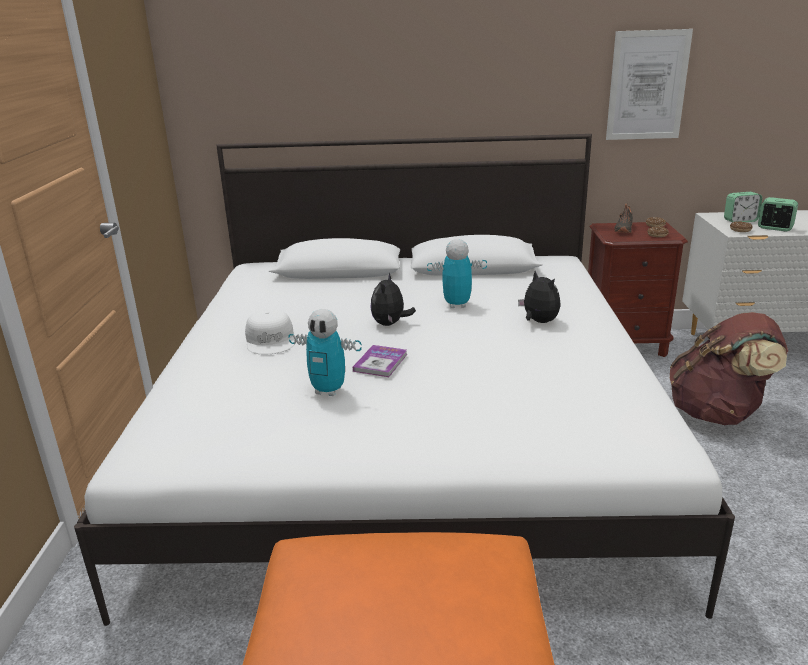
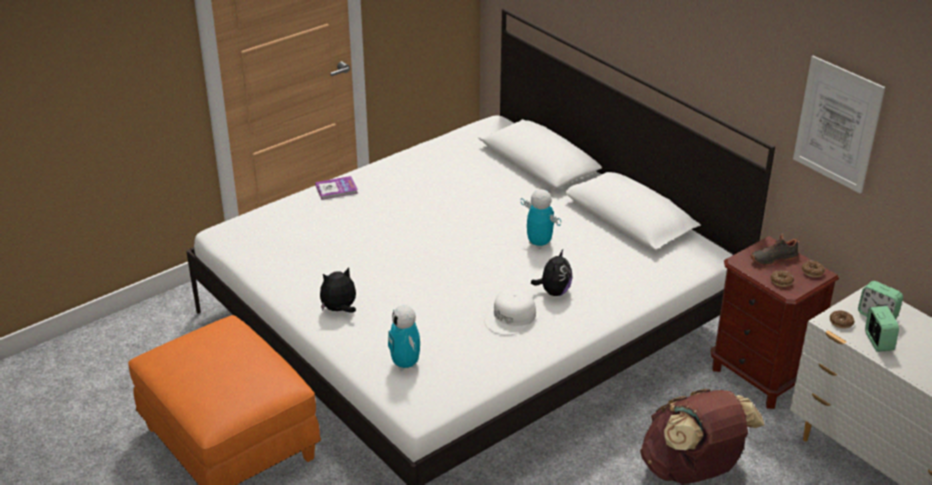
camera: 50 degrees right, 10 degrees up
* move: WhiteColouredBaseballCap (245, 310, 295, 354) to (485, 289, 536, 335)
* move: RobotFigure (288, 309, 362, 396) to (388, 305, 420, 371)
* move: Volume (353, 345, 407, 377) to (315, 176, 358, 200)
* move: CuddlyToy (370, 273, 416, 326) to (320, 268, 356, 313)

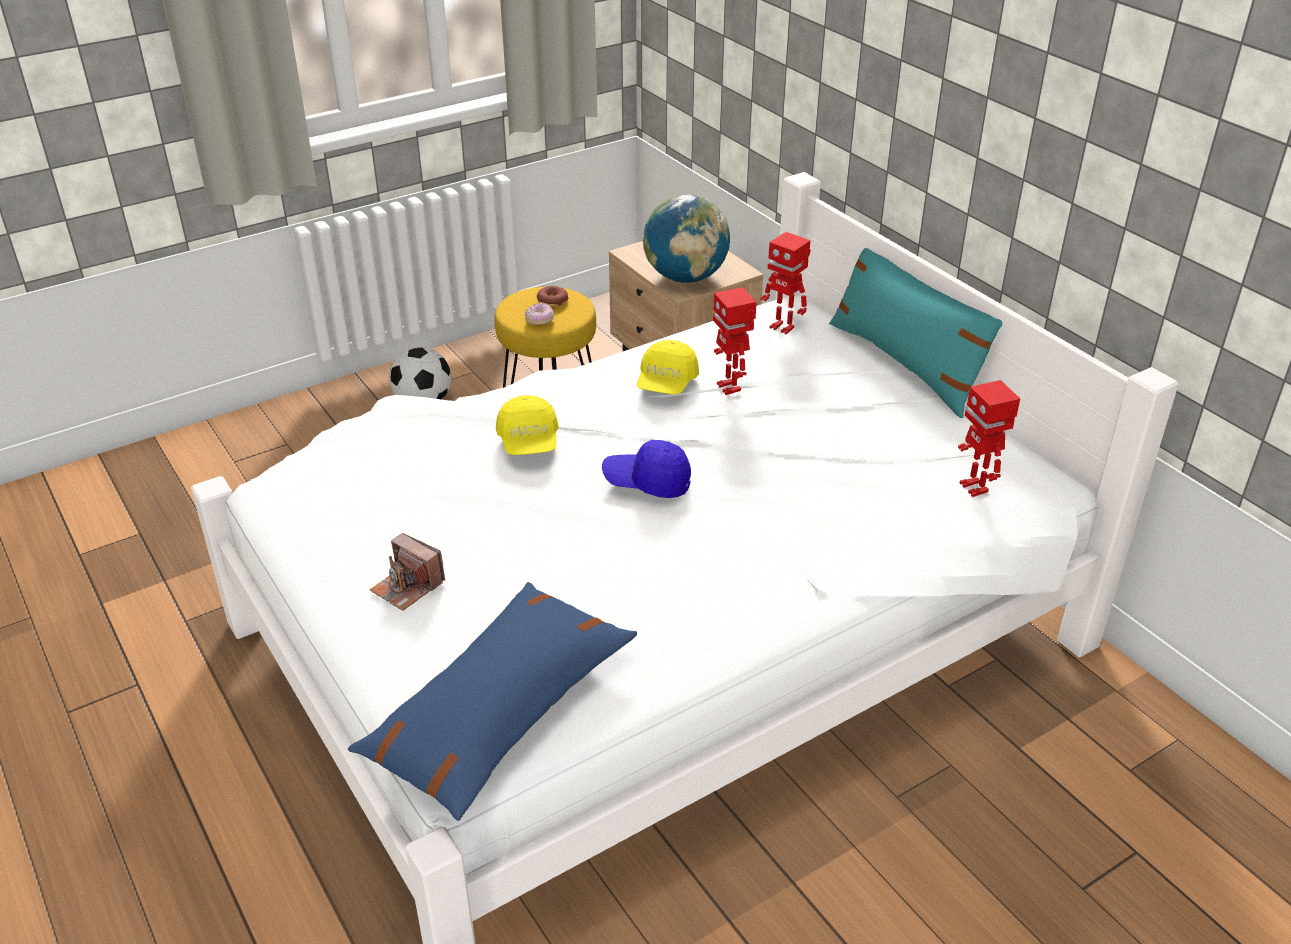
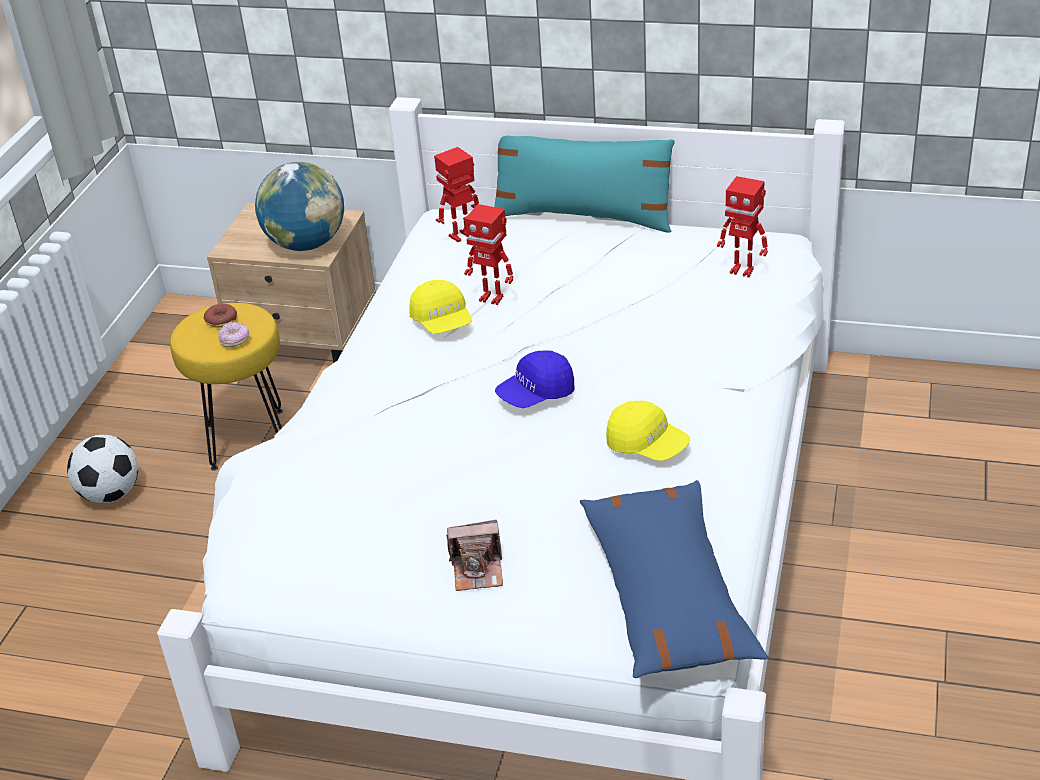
camera: 40 degrees left, 0 degrees up
* move: YellowishBaseballCap (496, 395, 559, 455) to (606, 401, 690, 461)
* rotate: RobotFigure (761, 232, 811, 335) = (434, 147, 479, 242) 150 degrees clockwise

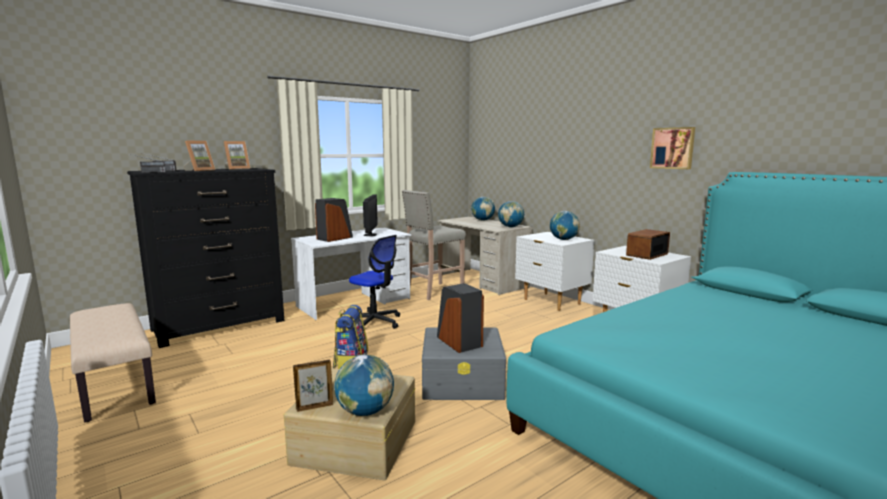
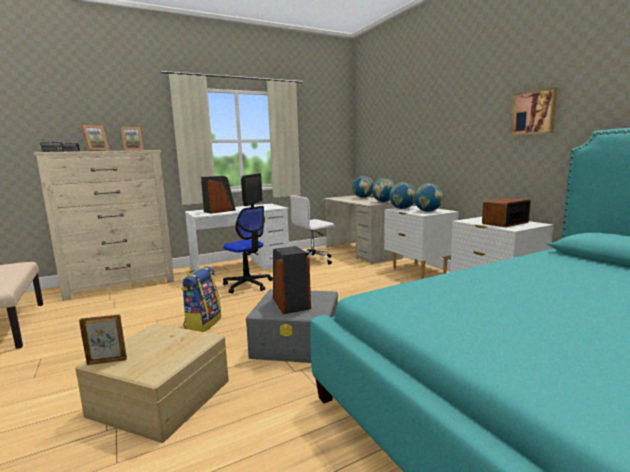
camera: 10 degrees right, 0 degrees up
* recolor: BlackishDresser (127, 168, 284, 348) to SandColouredDresser (34, 150, 174, 301)
* move: Globe (334, 355, 394, 416) to (389, 182, 416, 209)
* replace: SandColouredStool (402, 190, 466, 300) to WhiteColouredDeskChair (290, 195, 335, 265)

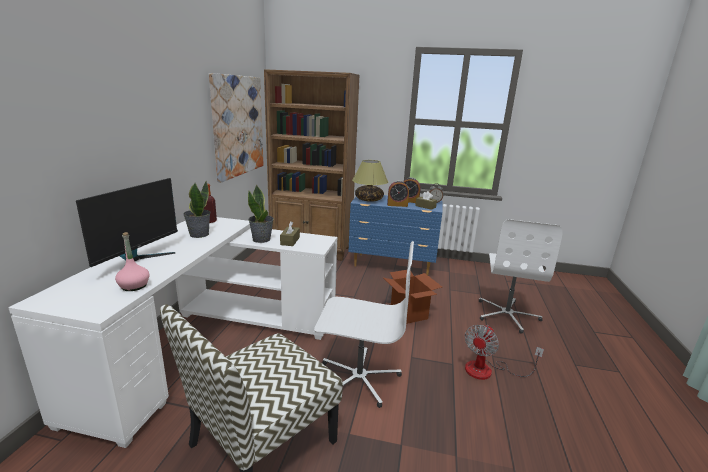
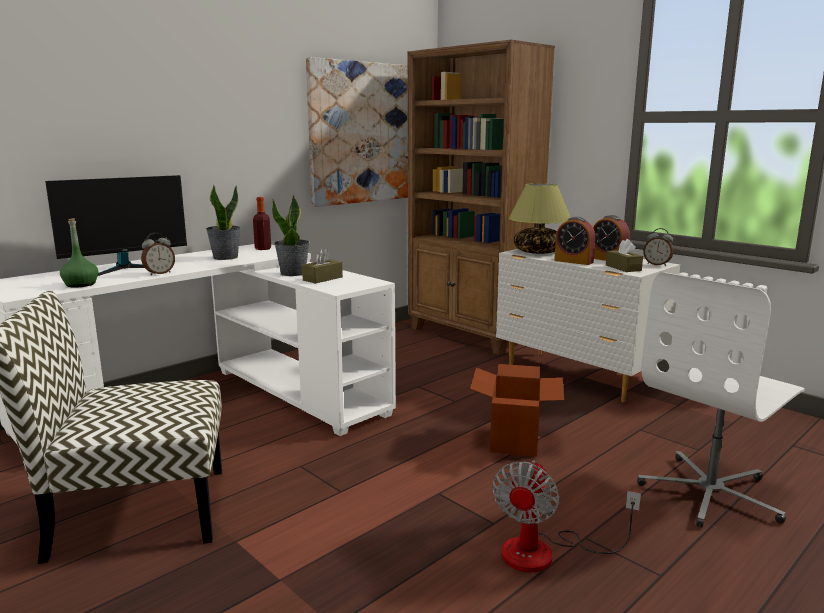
camera: 35 degrees right, 5 degrees down
* recolor: PinkishDrinkBottle (115, 232, 150, 291) to GreenDrinkBottle (60, 218, 98, 288)
* delete: WhiteColouredDeskChair (314, 241, 414, 408)
* recolor: BluishDresser (348, 195, 442, 275) to WhiteColouredDresser (496, 249, 680, 402)
* rotate: Fan (465, 325, 544, 380) = (492, 460, 641, 572) 45 degrees counterclockwise
* insert: TableClock (141, 233, 175, 275)

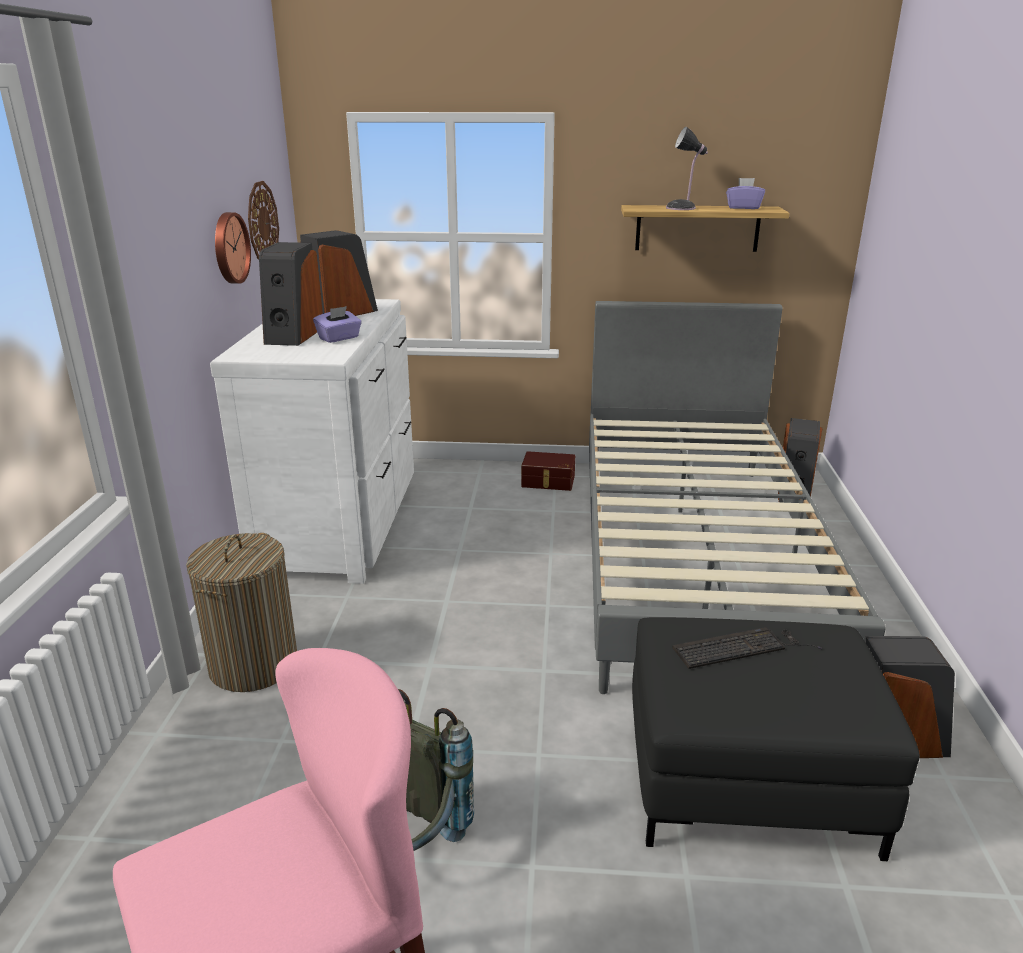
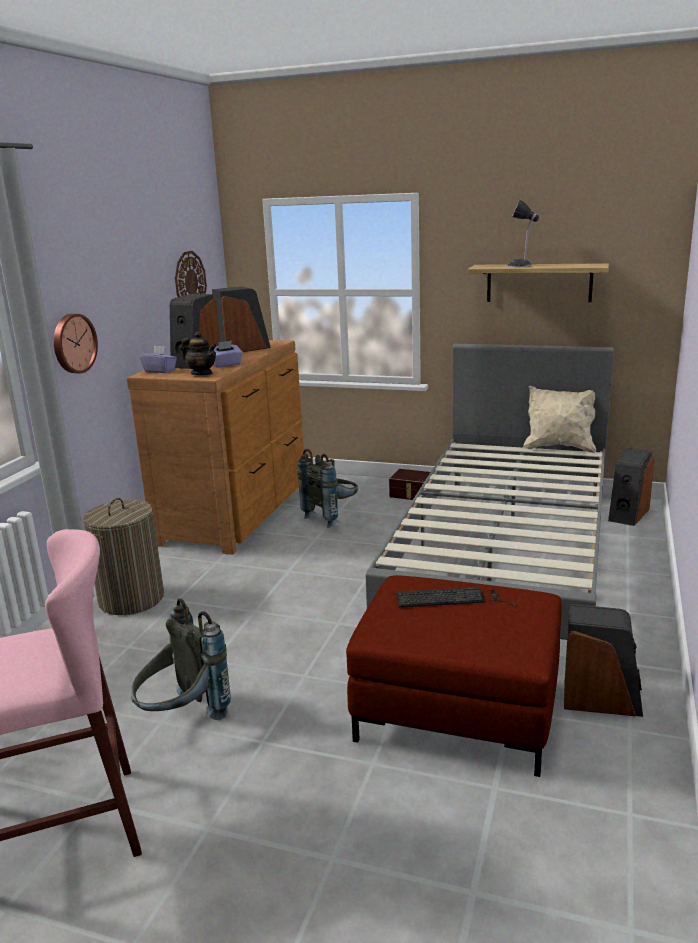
camera: 15 degrees right, 5 degrees down
* recolor: WhiteColouredDresser (210, 299, 414, 584) to BrownColouredDresser (127, 340, 304, 555)
* move: WallClock (215, 212, 251, 284) to (54, 314, 98, 373)
* recolor: BlackishFootrest (632, 617, 920, 861) to ReddishFootrest (346, 575, 562, 777)
* move: PurpleTissueHolder (726, 178, 765, 209) to (140, 345, 177, 373)
* insert: TeaPot (182, 331, 217, 375)
* insert: GrayRucksack (297, 449, 358, 528)
* insert: SandColouredThrowPillow (523, 386, 596, 453)

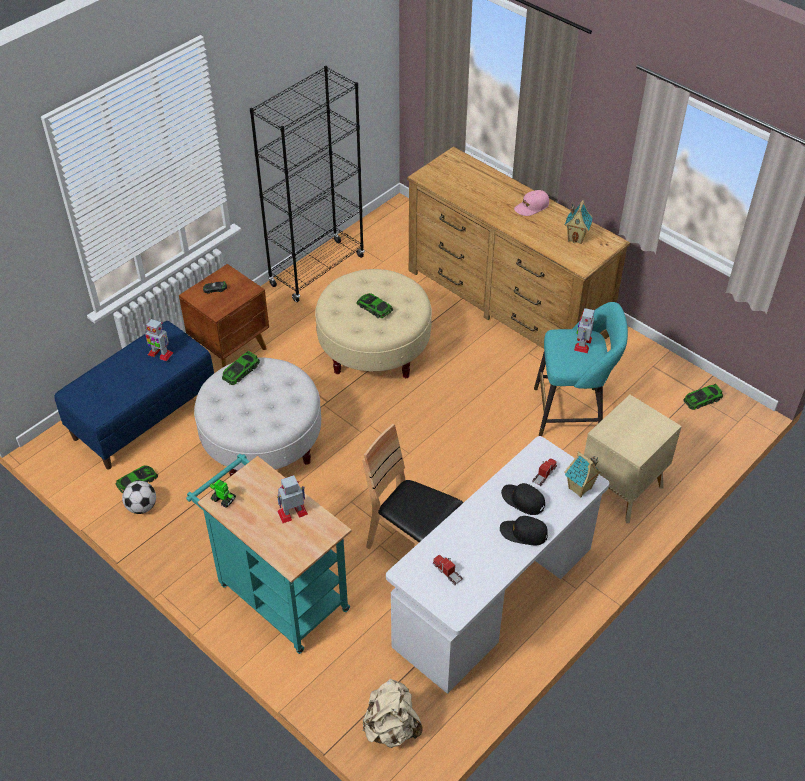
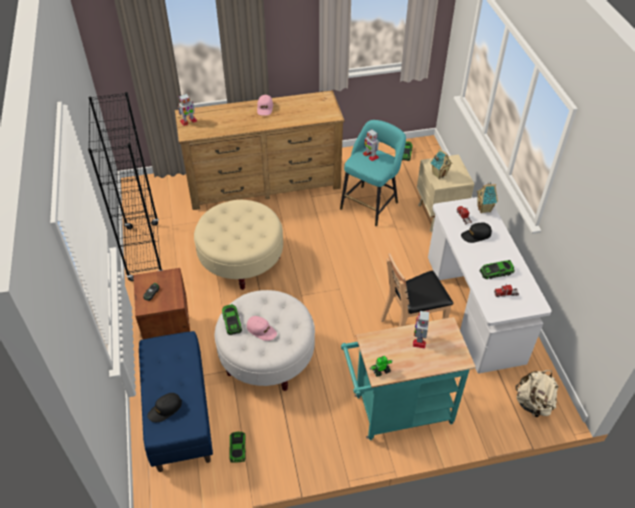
camera: 55 degrees left, 0 degrees up
* delete: Football (122, 481, 156, 514)
* move: RobotFigure (145, 319, 174, 361) to (178, 93, 197, 126)
* move: ToyCar (357, 293, 393, 318) to (480, 260, 515, 279)
* move: BlackishBaseballCap (500, 516, 548, 545) to (147, 393, 182, 422)
* move: ModelHouse (565, 200, 593, 244) to (430, 148, 453, 179)
* insert: PinkishBaseballCap (247, 316, 277, 341)

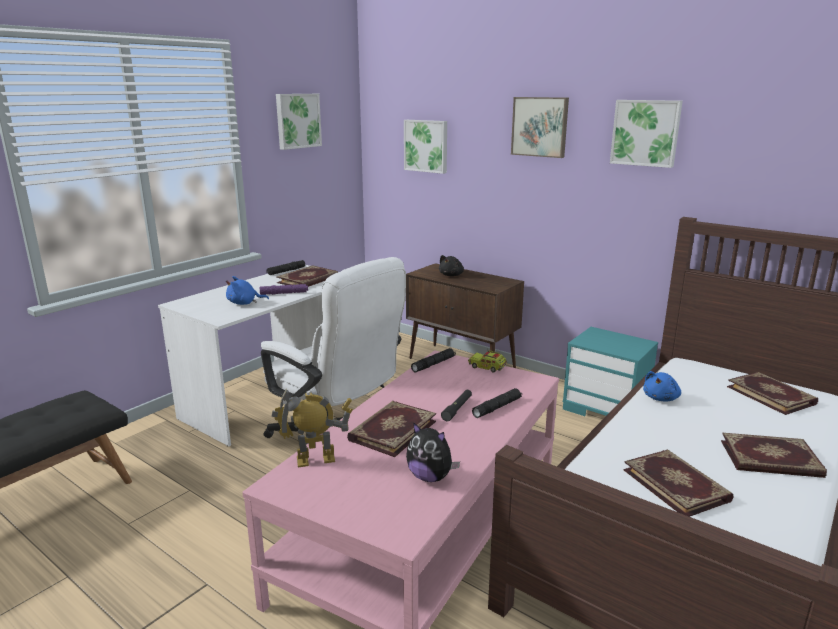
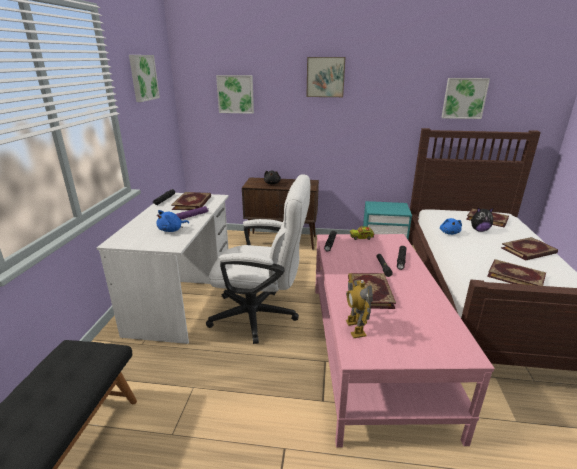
camera: 30 degrees left, 5 degrees up
* rotate: RobotFigure (272, 389, 353, 467) = (346, 273, 373, 338) 60 degrees counterclockwise
* move: CuddlyToy (406, 422, 460, 482) to (471, 208, 493, 232)
* move: Picture (610, 100, 683, 168) to (441, 78, 490, 119)

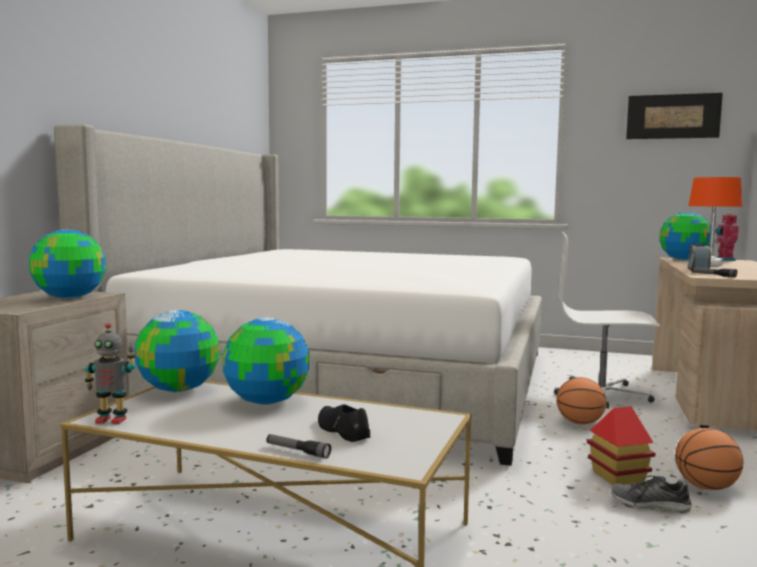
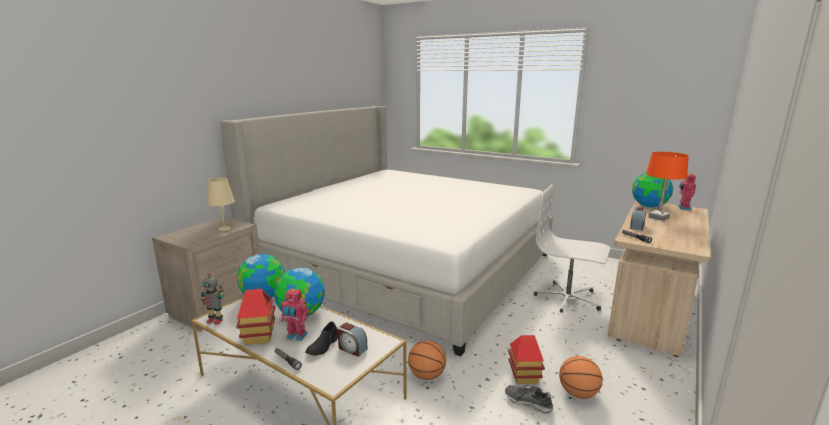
camera: 15 degrees right, 10 degrees up
* replace: Globe (29, 229, 106, 299) to SandColouredLampForATable (207, 178, 235, 231)
* rotate: BlackishItemOfFootwear (318, 404, 370, 442) = (305, 321, 338, 355) 135 degrees counterclockwise
* move: Basketball (556, 377, 607, 425) to (408, 340, 446, 380)
* delete: Picture (626, 93, 723, 139)
* insert: ModelHouse (236, 289, 275, 345)
* insert: RobotFigure (280, 289, 309, 341)
* insert: TableClock (337, 322, 367, 357)

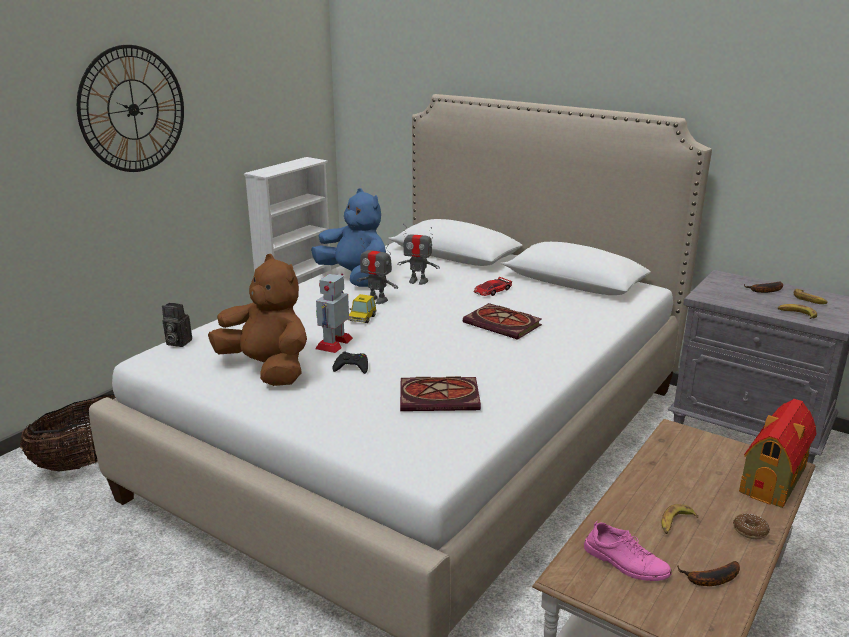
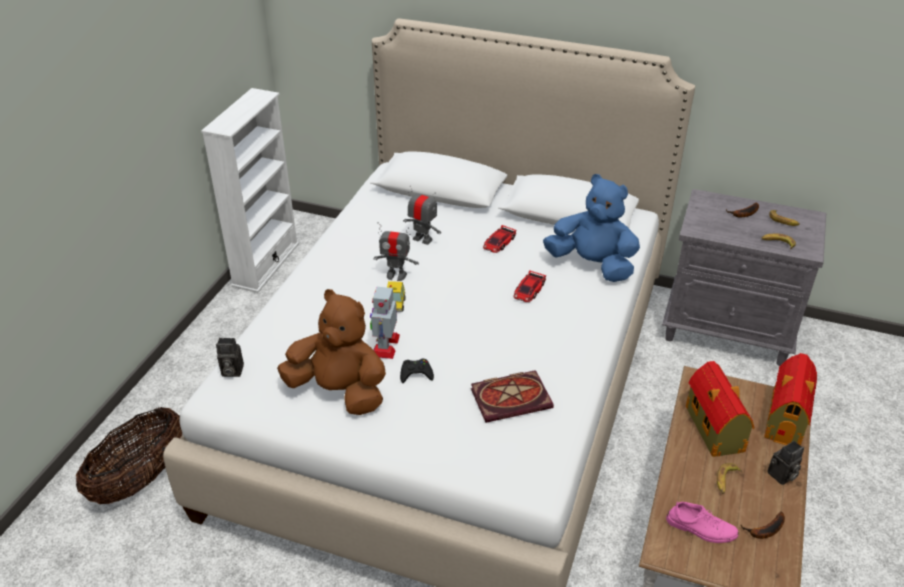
camera: 15 degrees left, 15 degrees up
* delete: WallClock (77, 45, 184, 172)
* move: BluishCuddlyToy (311, 188, 386, 287) to (543, 174, 640, 282)
* rotate: RobotFigure (397, 223, 440, 285) = (403, 186, 441, 245) 150 degrees counterclockwise
* replace: Volume (463, 303, 542, 340) to ToyCar (513, 270, 546, 302)
* replace: RingDoughnut (733, 513, 770, 539) to PhotoCamera (767, 441, 804, 485)
* insert: ModelHouse (686, 361, 754, 457)

